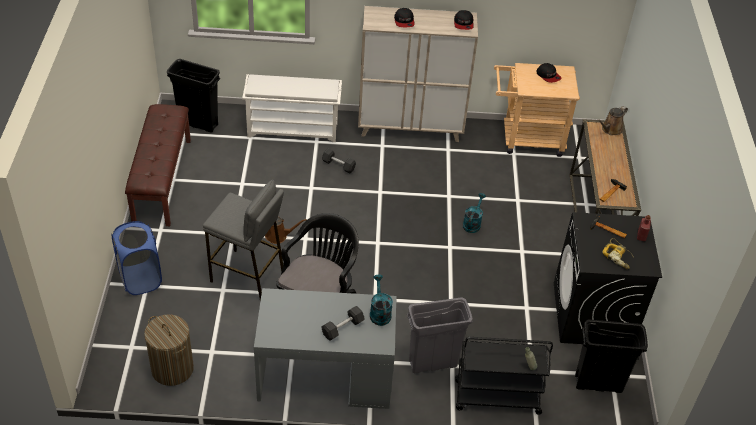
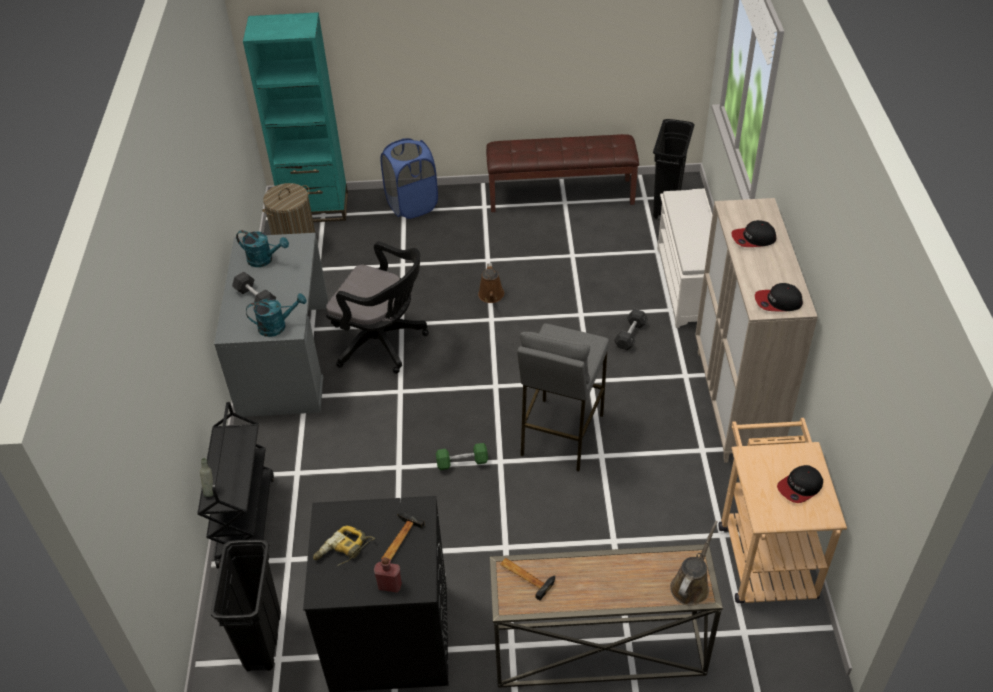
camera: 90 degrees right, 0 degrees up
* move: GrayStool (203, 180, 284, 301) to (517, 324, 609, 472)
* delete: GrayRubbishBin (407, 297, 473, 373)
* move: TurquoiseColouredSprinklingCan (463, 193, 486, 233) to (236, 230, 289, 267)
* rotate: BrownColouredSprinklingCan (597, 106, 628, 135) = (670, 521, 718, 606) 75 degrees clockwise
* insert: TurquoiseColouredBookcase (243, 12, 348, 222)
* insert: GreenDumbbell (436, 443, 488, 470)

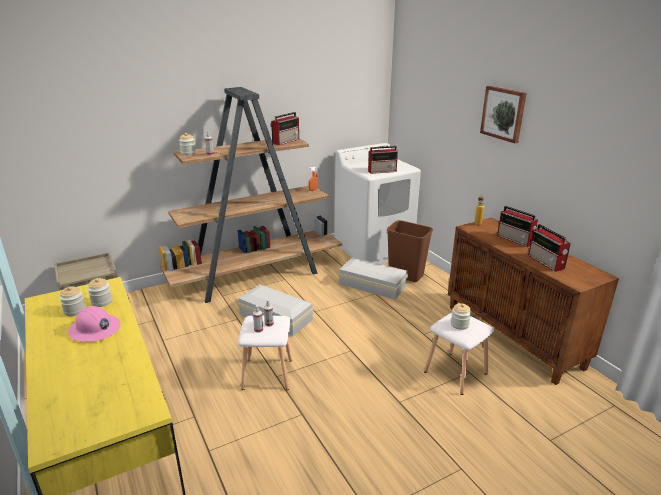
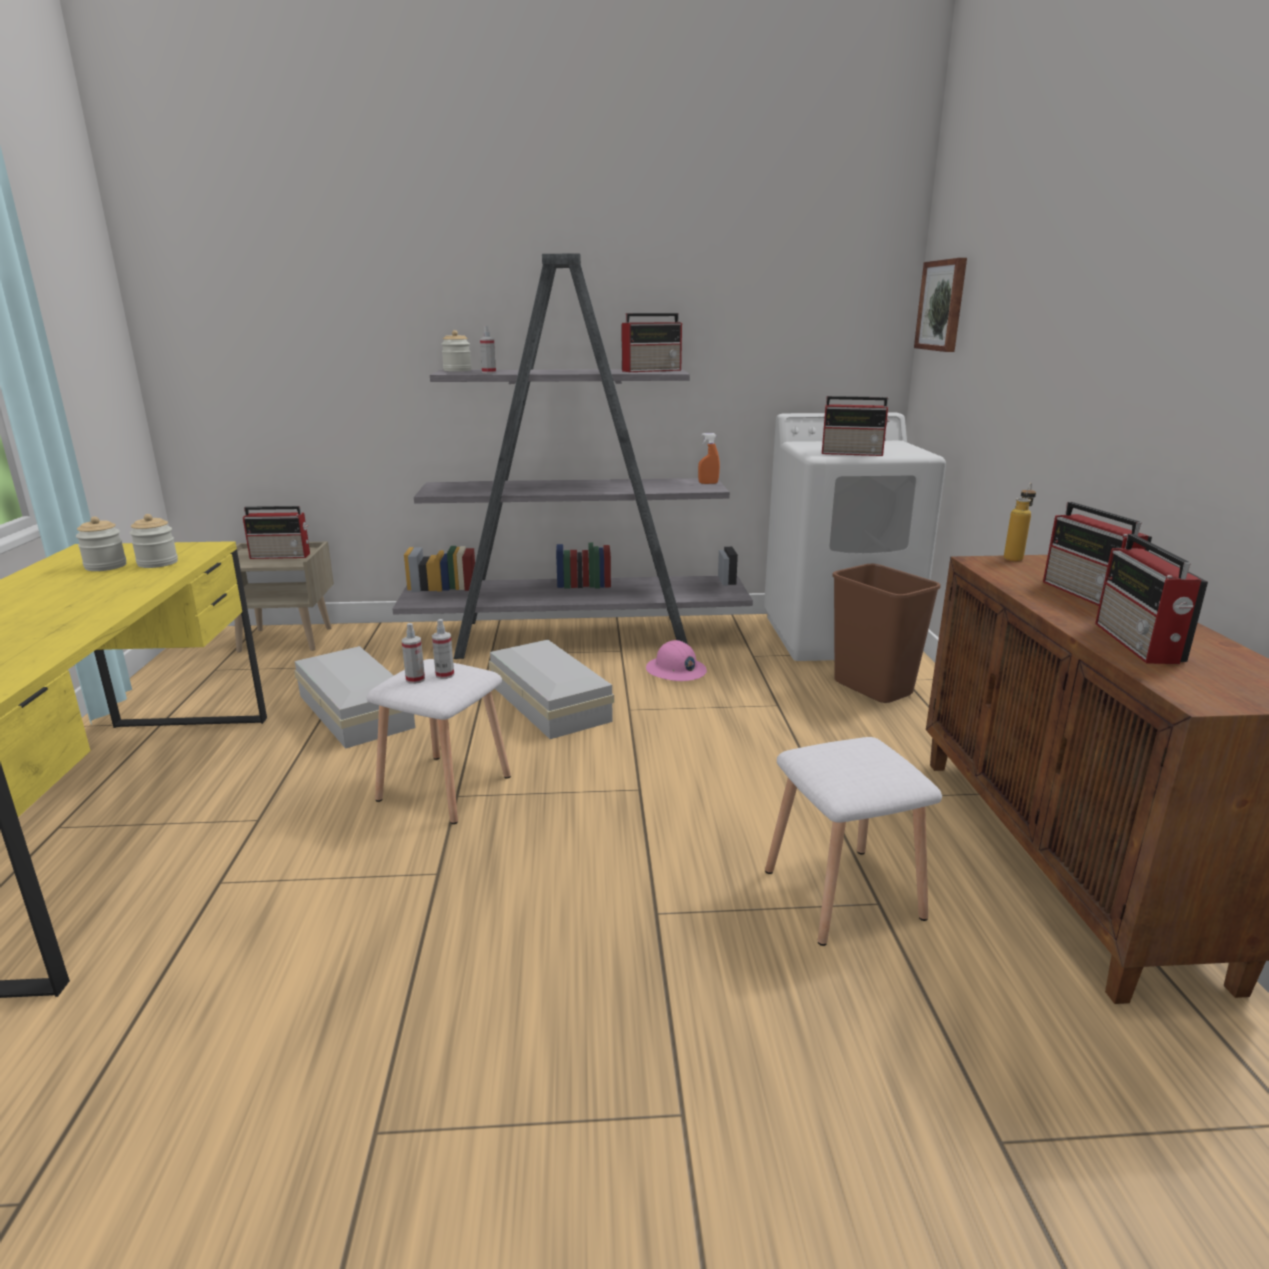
camera: 25 degrees right, 5 degrees down
* move: PinkishHardHat (68, 306, 120, 342) to (646, 640, 707, 681)
* recolor: BrownColouredBookcase (159, 87, 342, 303) to GrayBookcase (393, 254, 753, 659)
* move: WhiteColouredStorageBin (339, 257, 408, 300) to (294, 646, 415, 749)
* delete: Jar (451, 304, 471, 330)
* move: Picture (480, 86, 527, 143) to (914, 258, 967, 352)
* insert: Radio (243, 506, 310, 559)

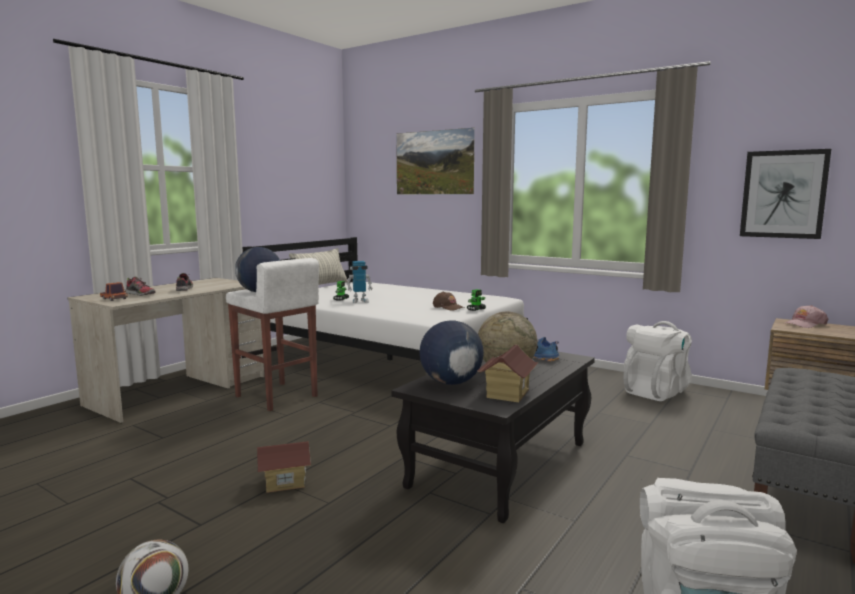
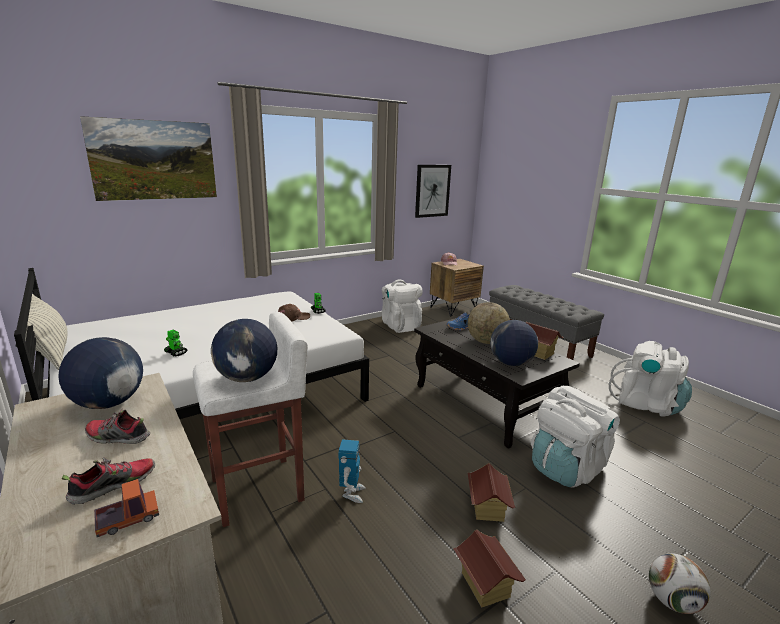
camera: 70 degrees left, 10 degrees up
* move: RobotFigure (347, 261, 373, 303) to (338, 439, 366, 503)
* insert: Globe (59, 337, 143, 409)
* insert: ModelHouse (453, 530, 526, 608)
* insert: WhiteColouredRucksack (531, 386, 620, 487)

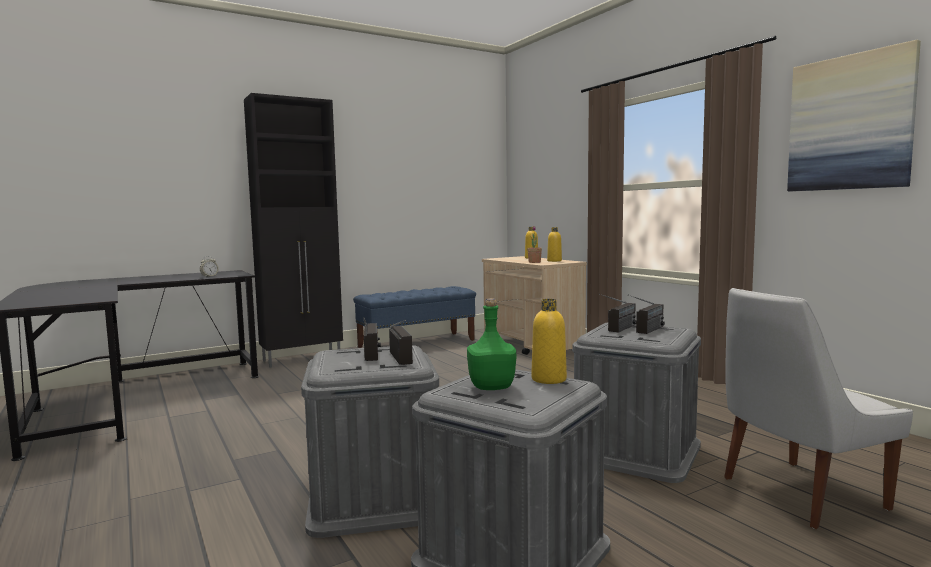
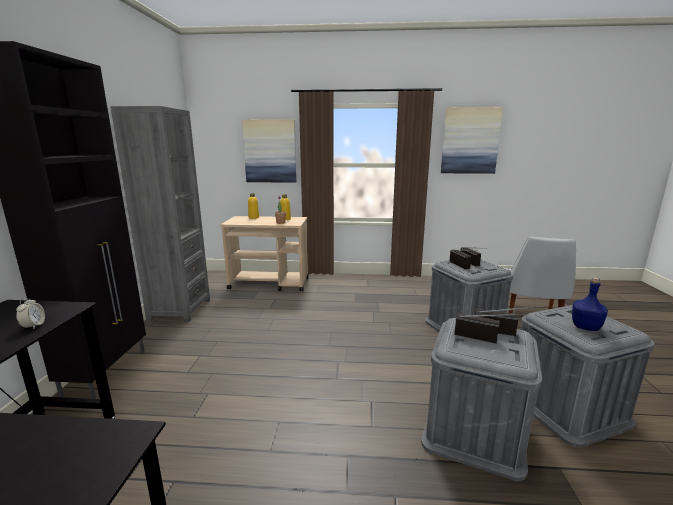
camera: 55 degrees left, 10 degrees up
* replace: BluishBench (353, 286, 476, 348) to GrayBookcase (110, 106, 210, 322)
* recolor: GreenDrinkBottle (467, 298, 516, 390) to BluishDrinkBottle (572, 278, 608, 331)
* delete: YellowishDrinkBottle (532, 299, 567, 384)
* insert: Picture (242, 119, 297, 183)

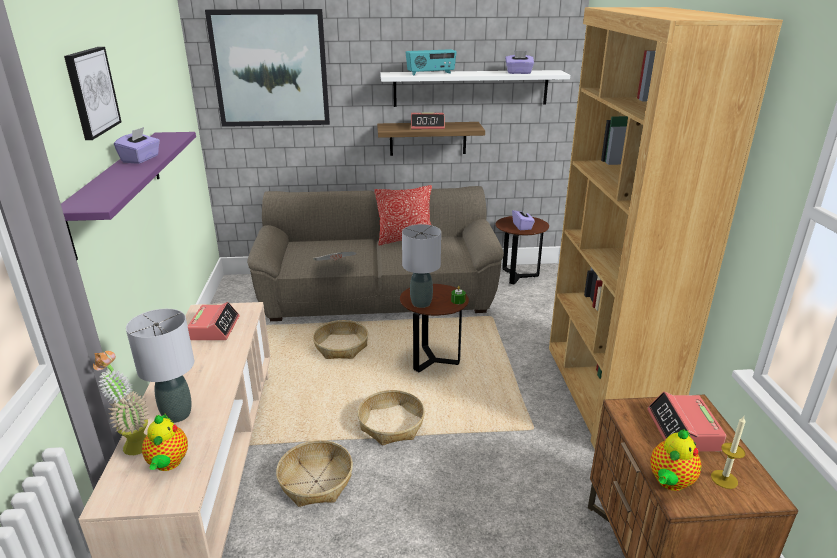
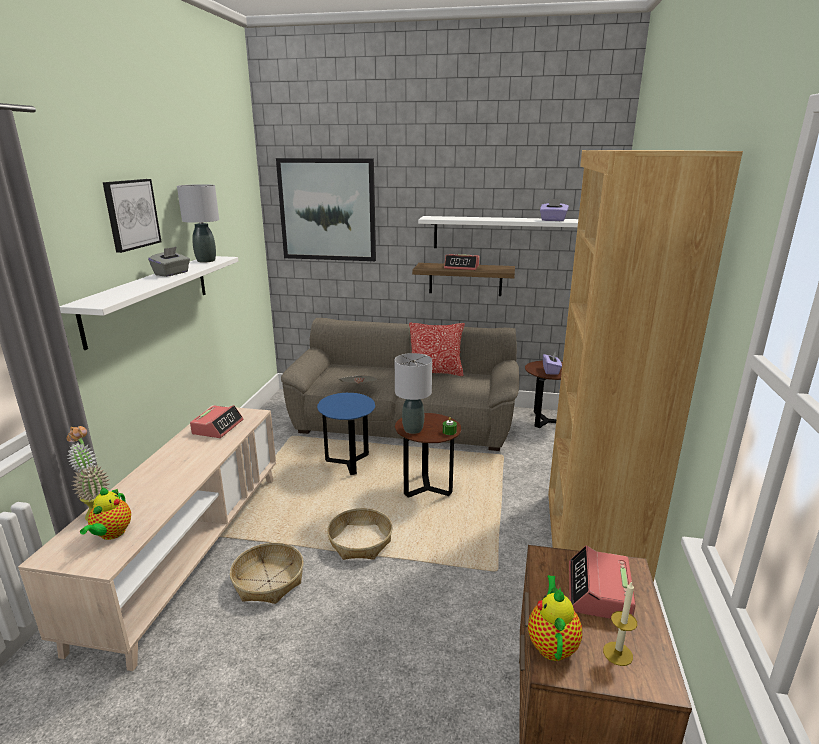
camera: 15 degrees right, 5 degrees down
* recolor: PurpleWallShelf (61, 132, 196, 260) to WhiteColouredWallShelf (59, 256, 238, 350)
* recolor: PurpleTissueHolder (114, 127, 160, 164) to GrayTissueHolder (148, 247, 190, 277)
* move: GrayLampForATable (126, 309, 194, 423) to (177, 184, 219, 263)
* replace: HouseholdBasket (313, 320, 368, 359) to BluishSideTable (317, 393, 375, 475)
* delete: Radio (406, 49, 457, 75)
* rotate: TeaPot (650, 429, 701, 491) = (528, 575, 582, 661) 135 degrees clockwise

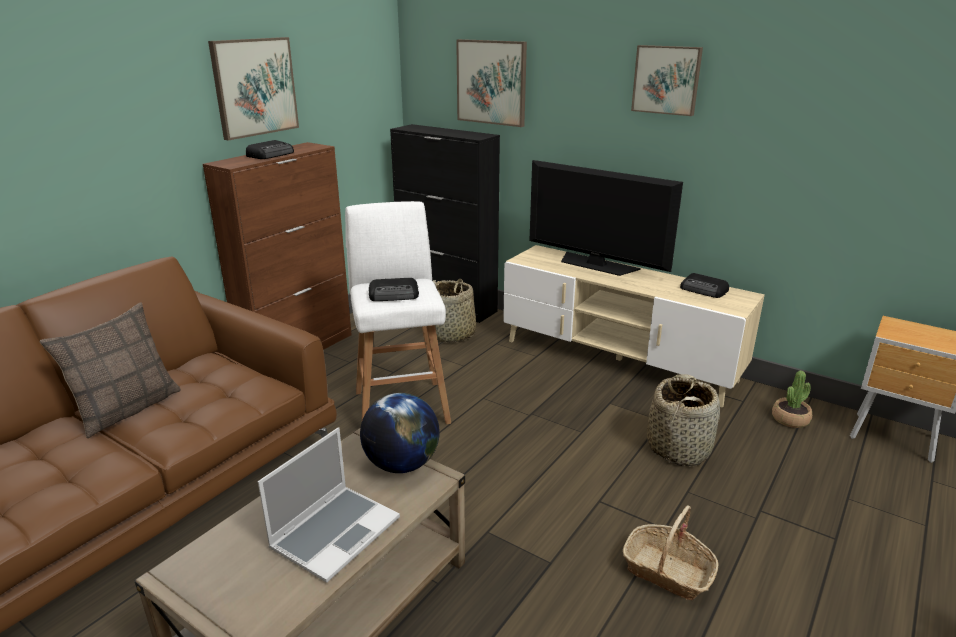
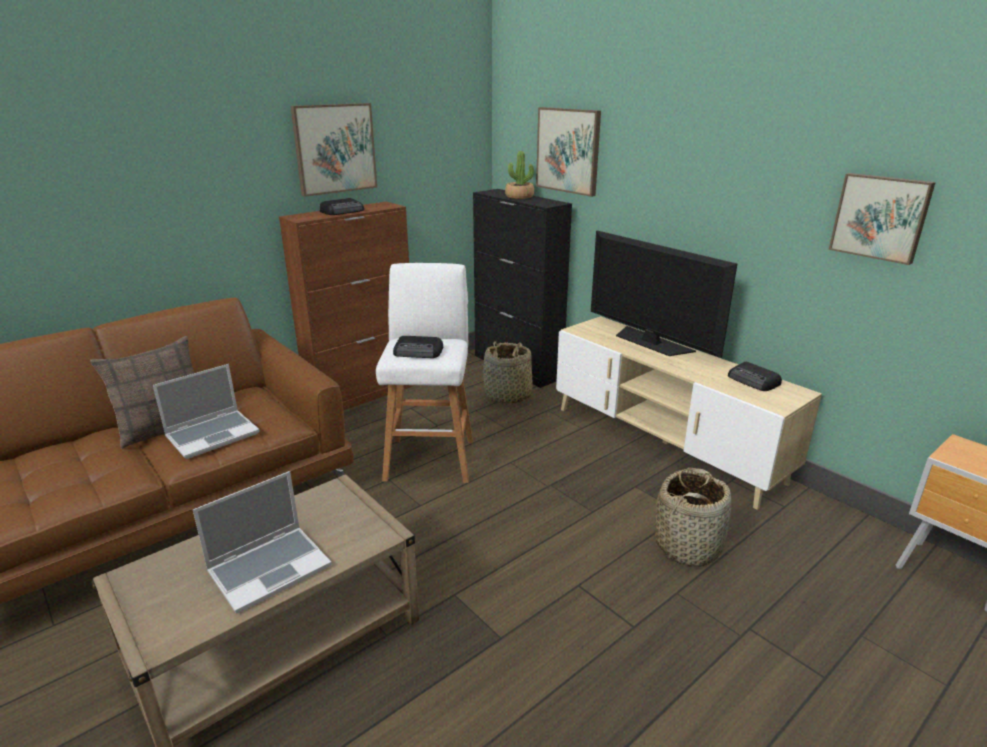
camera: 15 degrees right, 0 degrees up
* delete: Globe (360, 393, 440, 473)
* delete: HouseholdBasket (623, 506, 718, 600)
* move: Picture (631, 45, 703, 116) to (829, 173, 936, 265)
* move: PlantInAPot (772, 371, 812, 428) to (505, 151, 534, 199)
* insert: NotebookComputer (153, 364, 260, 459)

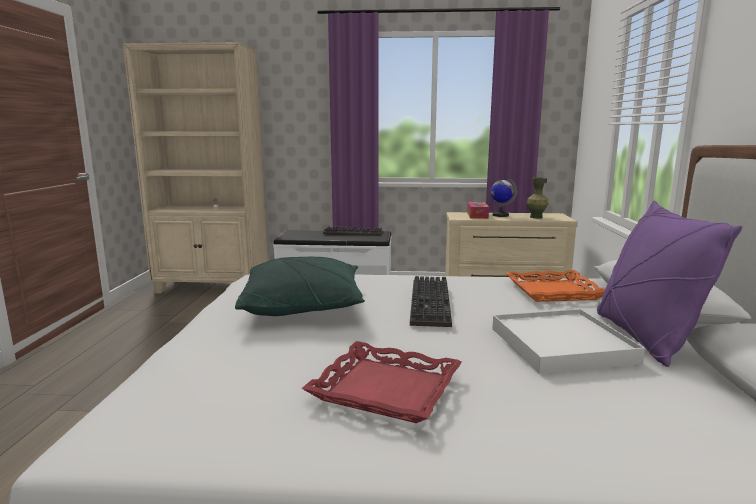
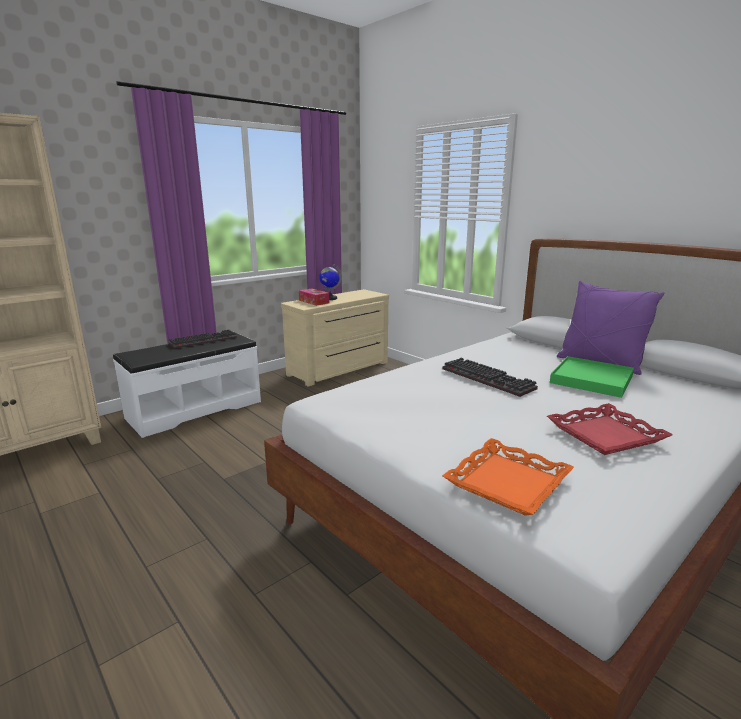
camera: 45 degrees left, 5 degrees up
* delete: GreenThrowPillow (235, 257, 365, 316)
* recolor: WhiteColouredCarryingTray (492, 309, 645, 374) to GreenCarryingTray (550, 356, 634, 398)
* move: OrangeCarryingTray (506, 270, 605, 302) to (442, 438, 574, 516)
* delete: GreenDecorativeVase (527, 177, 548, 219)

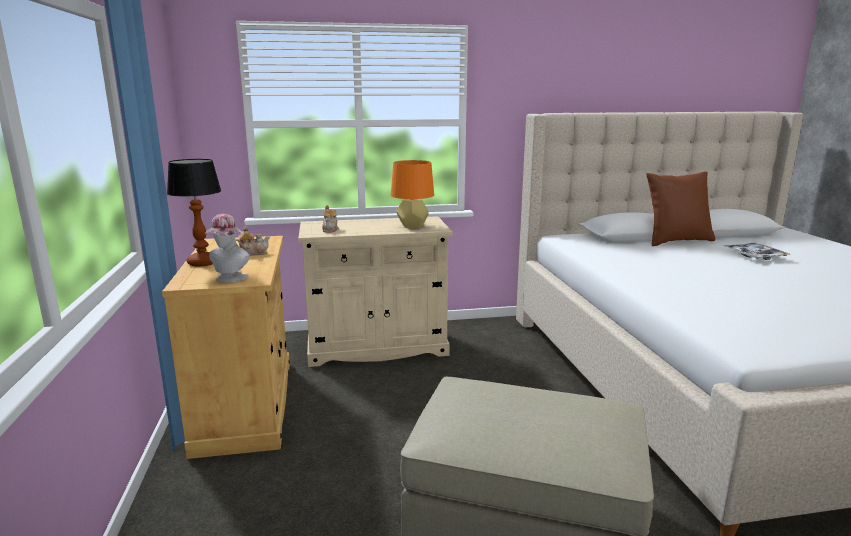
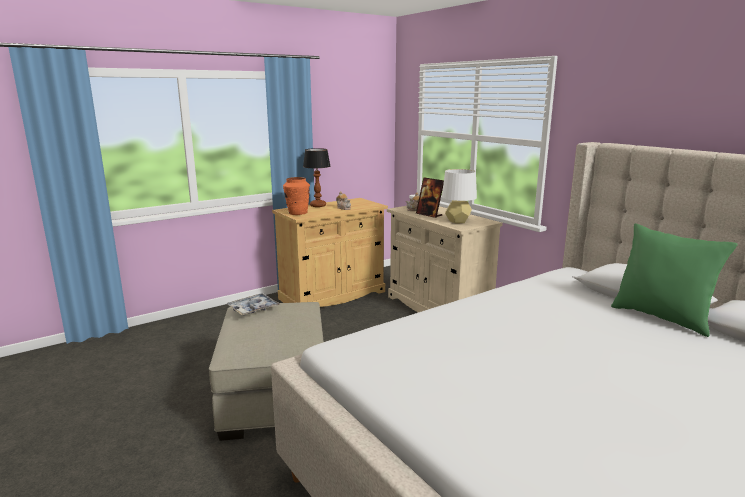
camera: 65 degrees right, 0 degrees up
* replace: Hat (205, 214, 250, 282) to OrangeDecorativeVase (283, 177, 310, 215)
* recolor: OrangeLampForATable (391, 160, 434, 228) to WhiteColouredLampForATable (442, 169, 477, 223)
* recolor: BrownColouredThrowPillow (647, 171, 716, 246) to GreenThrowPillow (611, 223, 738, 337)
* move: CarryingTray (724, 243, 791, 260) to (226, 293, 280, 316)
* insert: StandingFrame (416, 177, 444, 218)

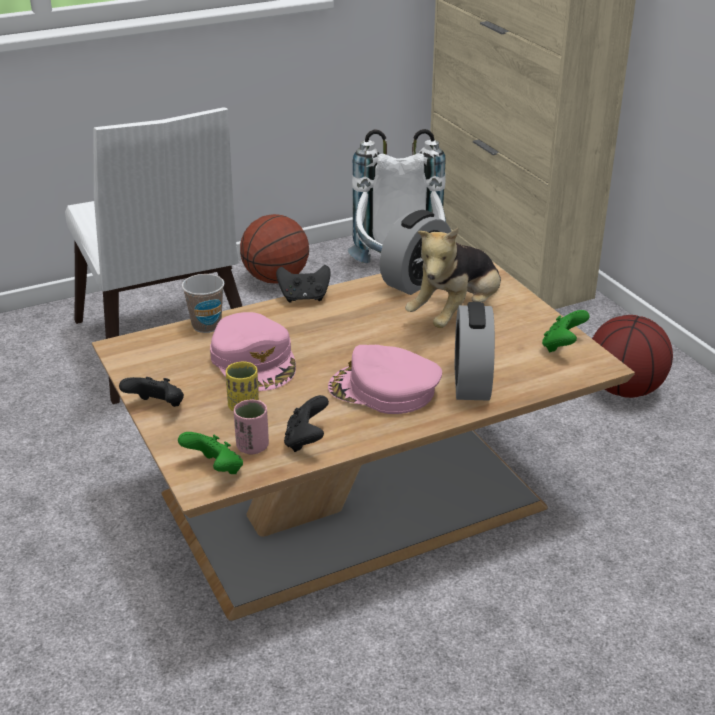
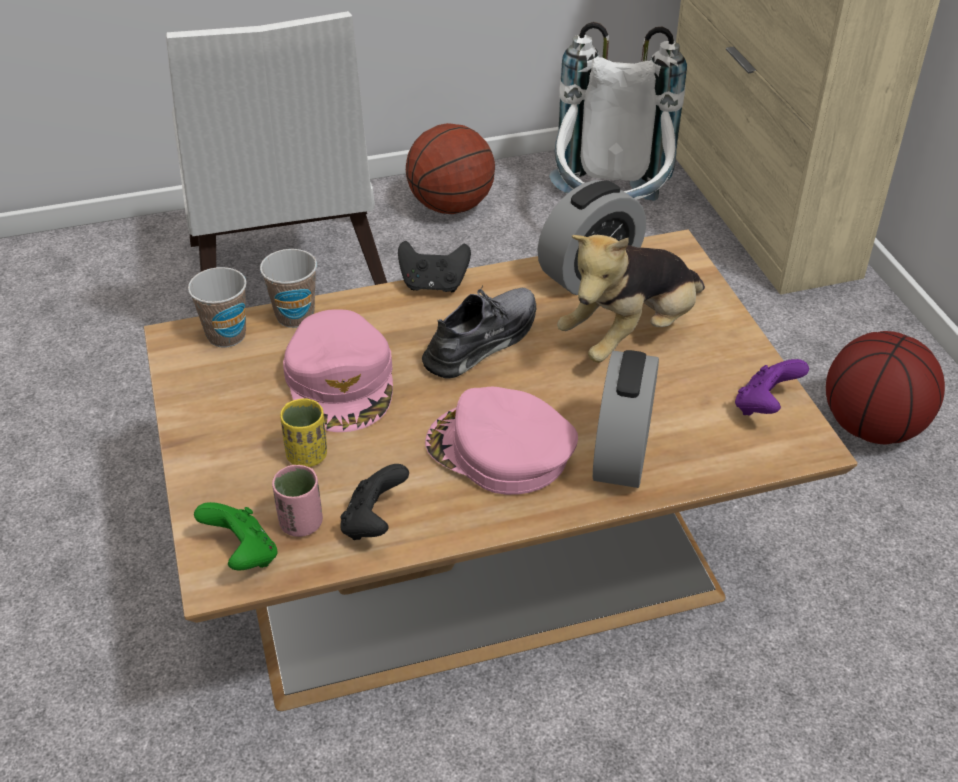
camera: 10 degrees right, 10 degrees up
* delete: BlackishGameController (119, 377, 184, 407)
* recolor: GreenGameController (542, 310, 590, 353) to PurpleGameController (735, 359, 809, 415)
* insert: DrinkingCup (188, 267, 247, 347)
* insert: GrayItemOfFootwear (422, 286, 536, 379)

